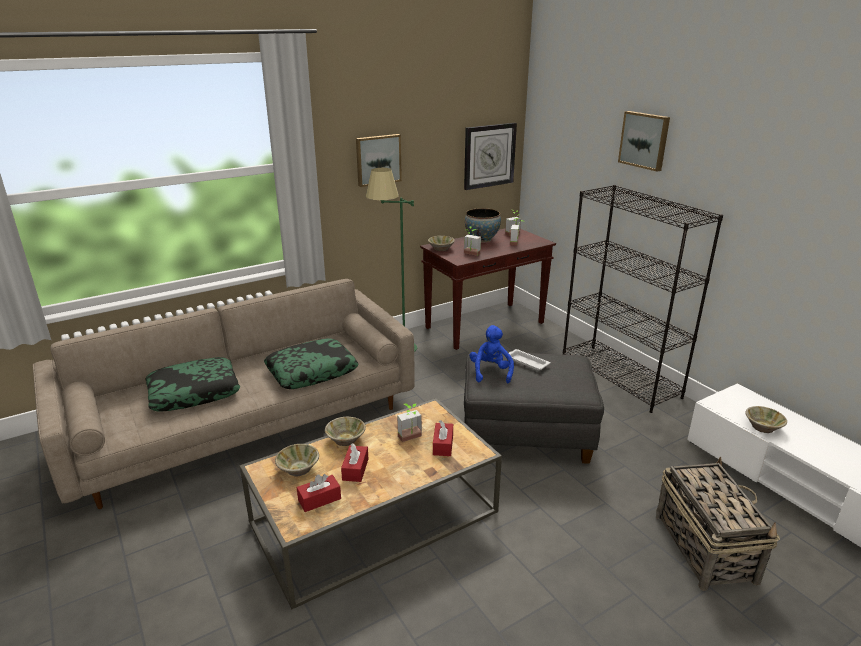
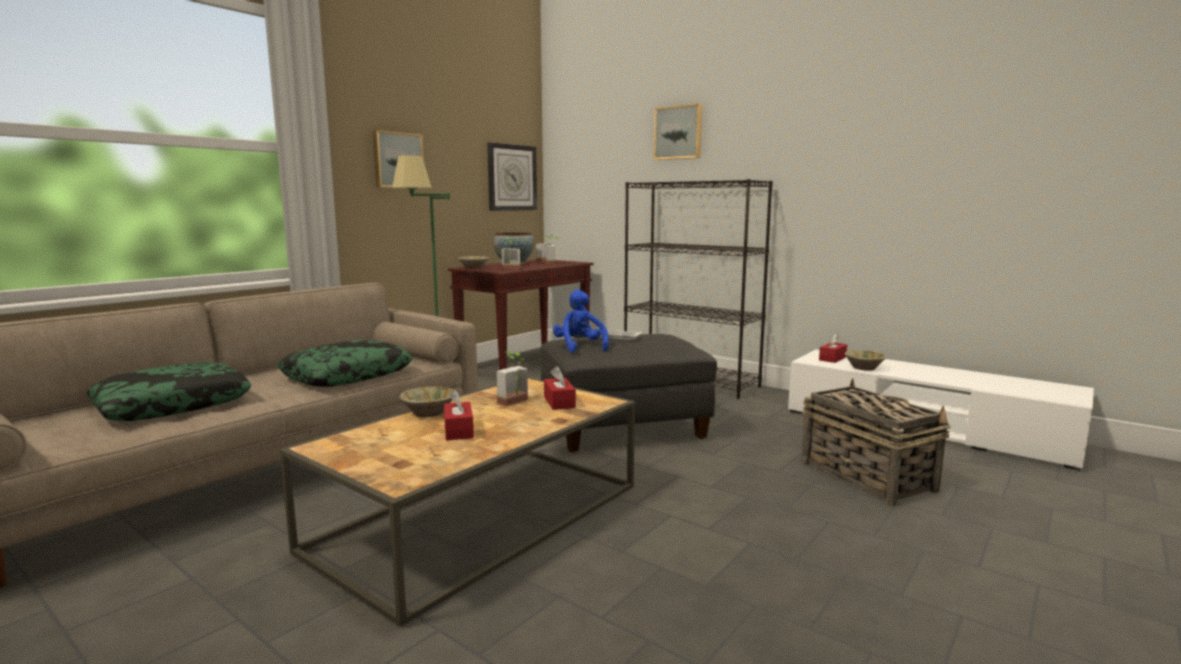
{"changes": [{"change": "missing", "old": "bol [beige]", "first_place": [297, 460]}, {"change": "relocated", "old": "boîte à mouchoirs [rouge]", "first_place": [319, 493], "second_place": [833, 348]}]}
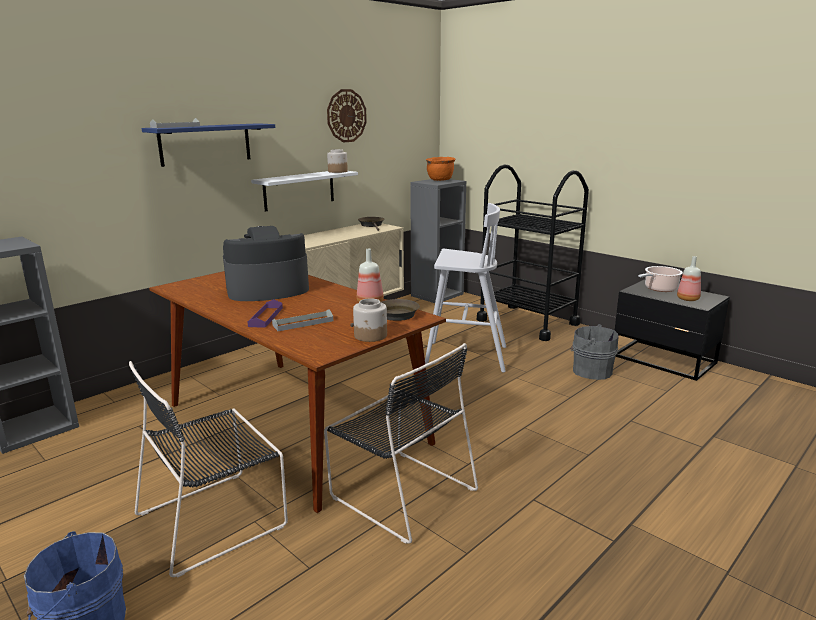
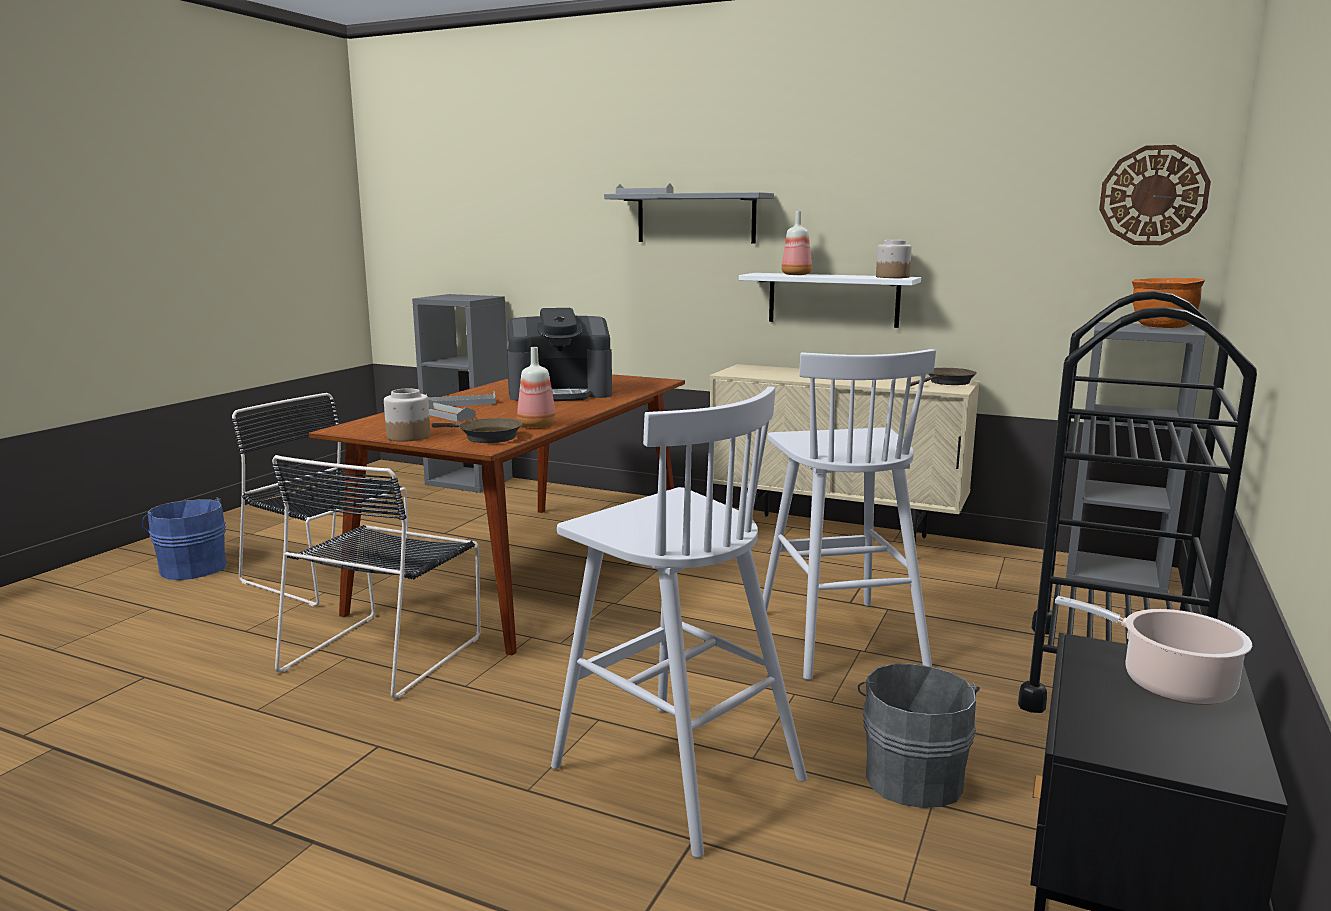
{"changes": [{"change": "appeared", "new": "tabouret [blanc]", "second_place": [679, 622]}, {"change": "relocated", "old": "horloge murale", "first_place": [347, 116], "second_place": [1155, 195]}, {"change": "relocated", "old": "bouteille", "first_place": [689, 278], "second_place": [797, 243]}, {"change": "colour", "old": "étagère [bleu]", "new": "étagère [gris]", "first_place": [208, 145], "second_place": [689, 217]}, {"change": "colour", "old": "plateau [violet]", "new": "plateau [gris]", "first_place": [265, 313], "second_place": [461, 398]}, {"change": "spun", "old": "machine à café", "first_place": [266, 263], "second_place": [559, 354], "degrees": 120}]}
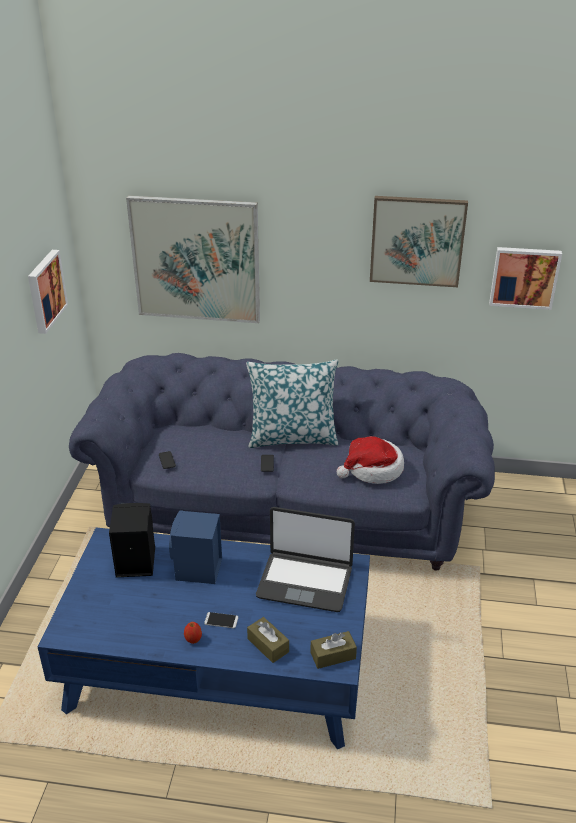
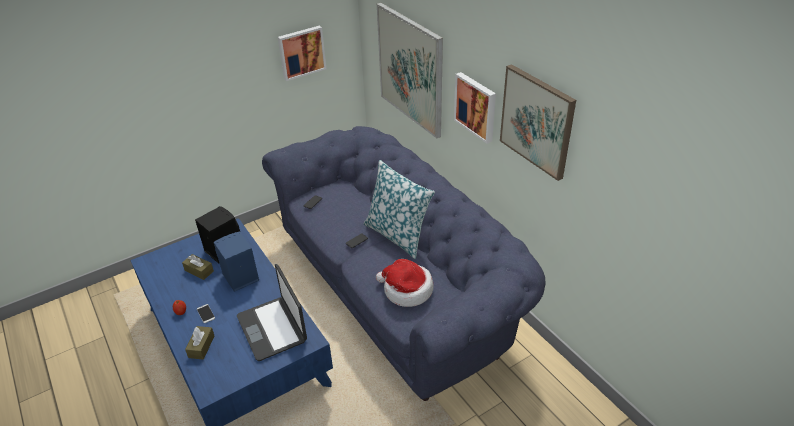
{"changes": [{"change": "relocated", "old": "boîte à mouchoirs [marron]", "first_place": [333, 650], "second_place": [198, 267]}, {"change": "relocated", "old": "tableau", "first_place": [525, 278], "second_place": [475, 108]}]}
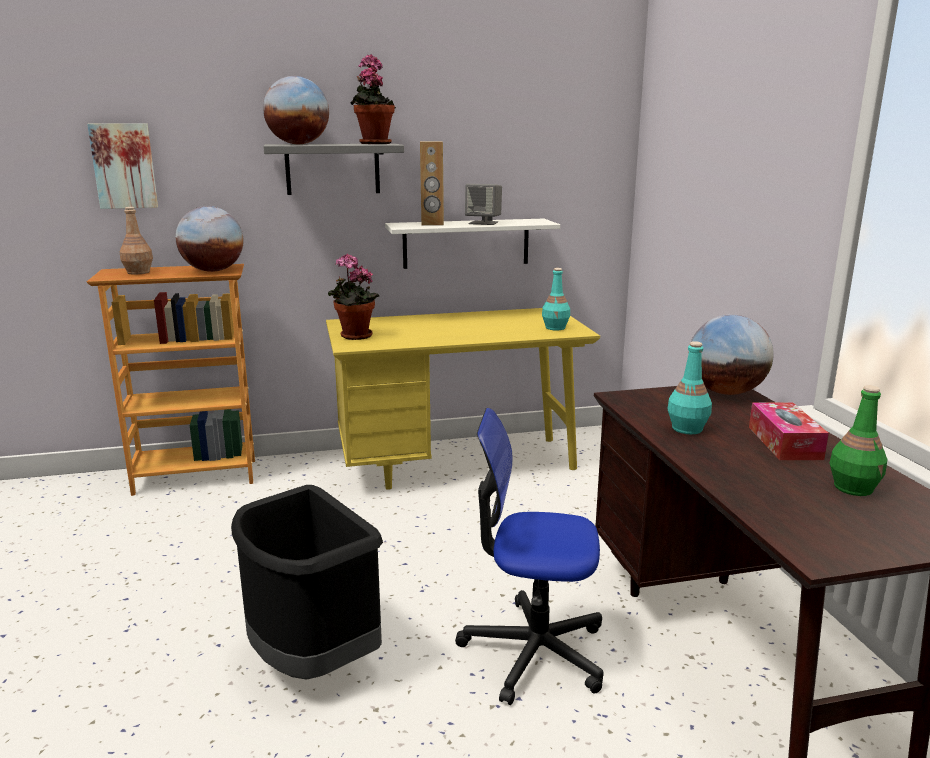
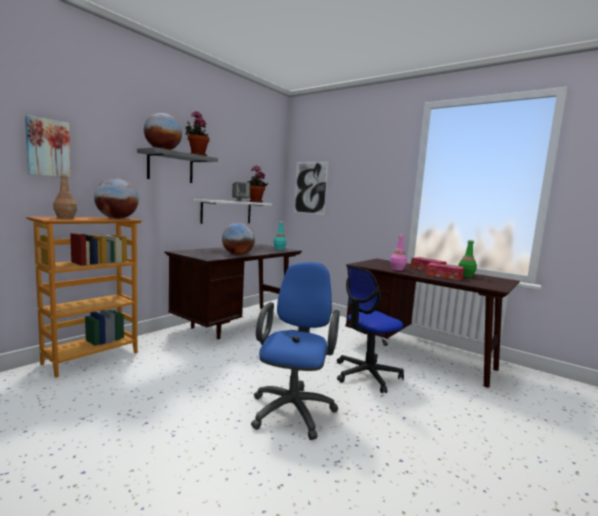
{"changes": [{"change": "missing", "old": "enceinte [marron]", "first_place": [432, 183]}, {"change": "appeared", "new": "tableau", "second_place": [311, 188]}, {"change": "appeared", "new": "boîte à mouchoirs", "second_place": [445, 271]}, {"change": "relocated", "old": "plante en pot", "first_place": [353, 297], "second_place": [257, 184]}, {"change": "relocated", "old": "globe", "first_place": [732, 354], "second_place": [238, 239]}, {"change": "exchanged", "old": "poubelle [noir]", "new": "chaise de bureau [bleu]", "first_place": [307, 582], "second_place": [295, 351]}, {"change": "colour", "old": "bureau [jaune]", "new": "bureau [marron]", "first_place": [463, 399], "second_place": [233, 291]}, {"change": "colour", "old": "bouteille [turquoise]", "new": "bouteille [rose]", "first_place": [689, 387], "second_place": [398, 253]}]}
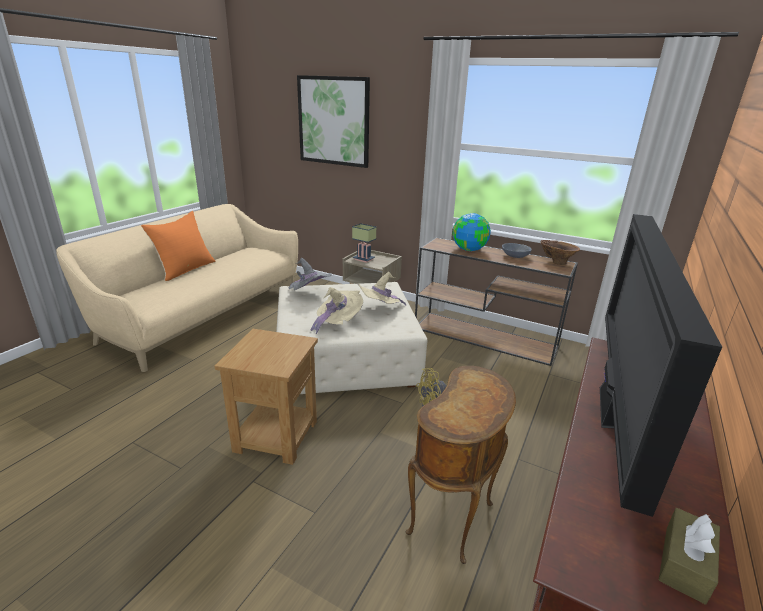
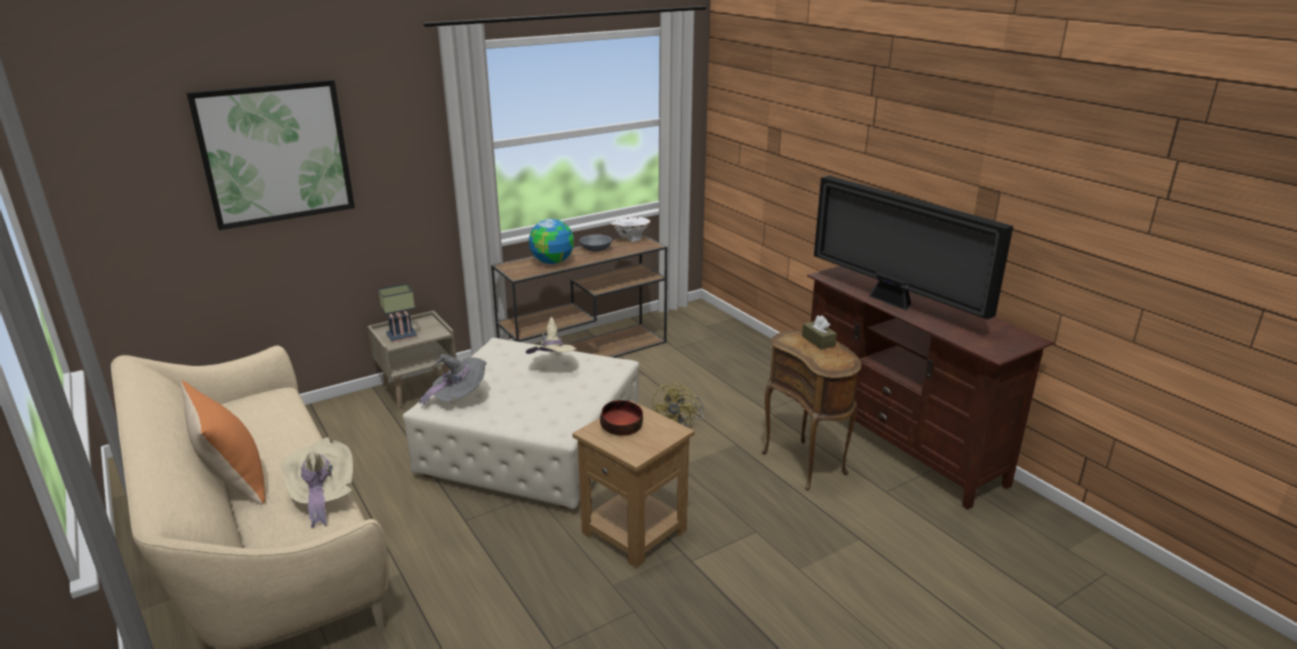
{"changes": [{"change": "appeared", "new": "bol", "second_place": [621, 418]}, {"change": "relocated", "old": "chapeau [beige]", "first_place": [337, 310], "second_place": [317, 482]}, {"change": "relocated", "old": "boîte à mouchoirs [marron]", "first_place": [689, 556], "second_place": [819, 332]}, {"change": "colour", "old": "vase [marron]", "new": "vase [blanc]", "first_place": [560, 252], "second_place": [630, 229]}]}
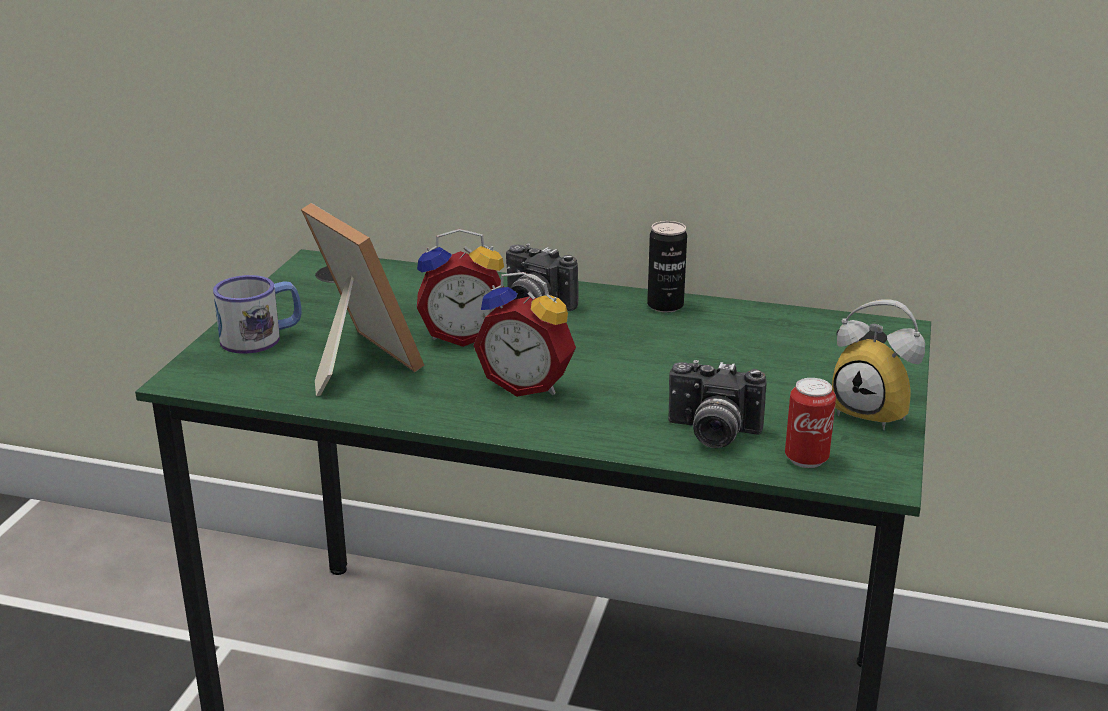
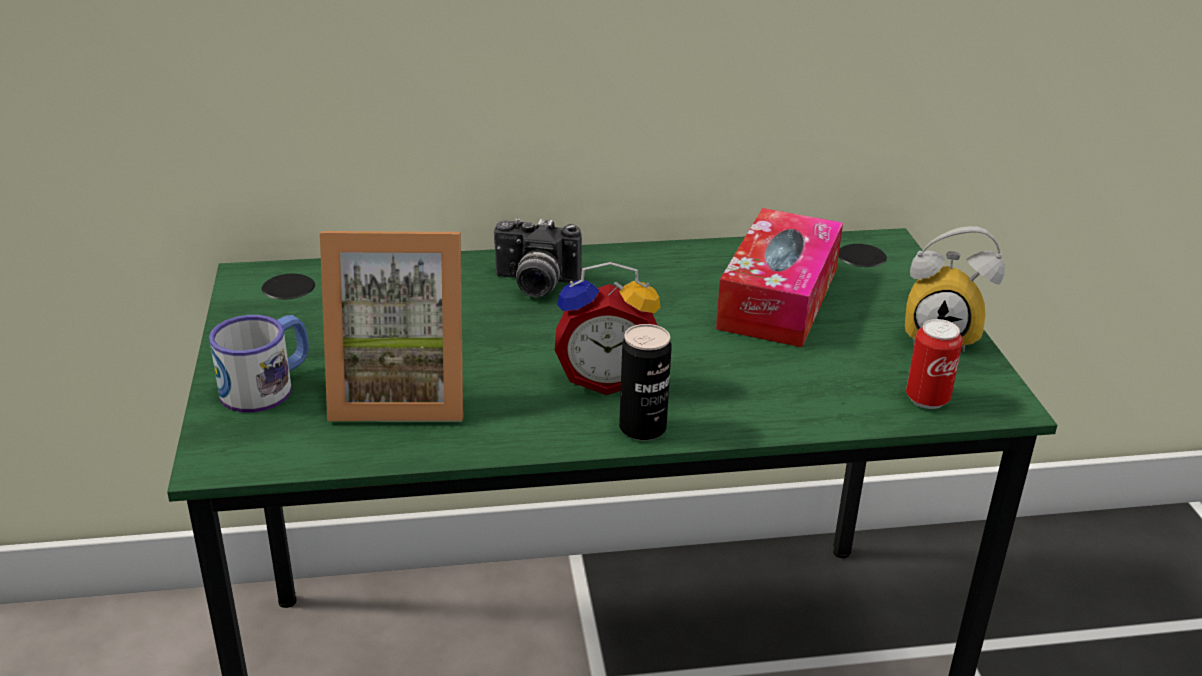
{"changes": [{"change": "missing", "old": "réveil", "first_place": [460, 288]}, {"change": "missing", "old": "appareil photo", "first_place": [717, 404]}, {"change": "appeared", "new": "boîte à mouchoirs", "second_place": [779, 277]}, {"change": "relocated", "old": "boîte métallique", "first_place": [667, 267], "second_place": [645, 382]}, {"change": "spun", "old": "cadre photo", "first_place": [362, 299], "second_place": [391, 326], "degrees": 150}]}
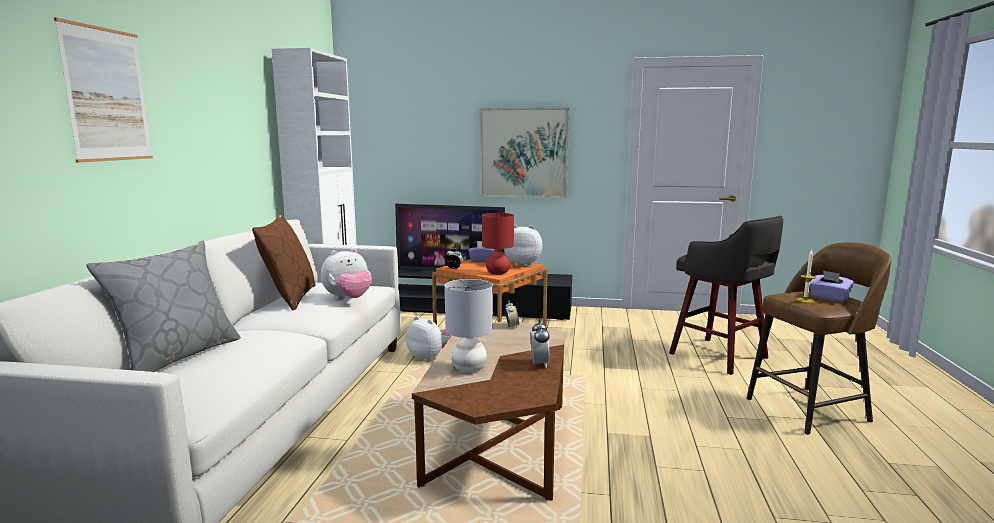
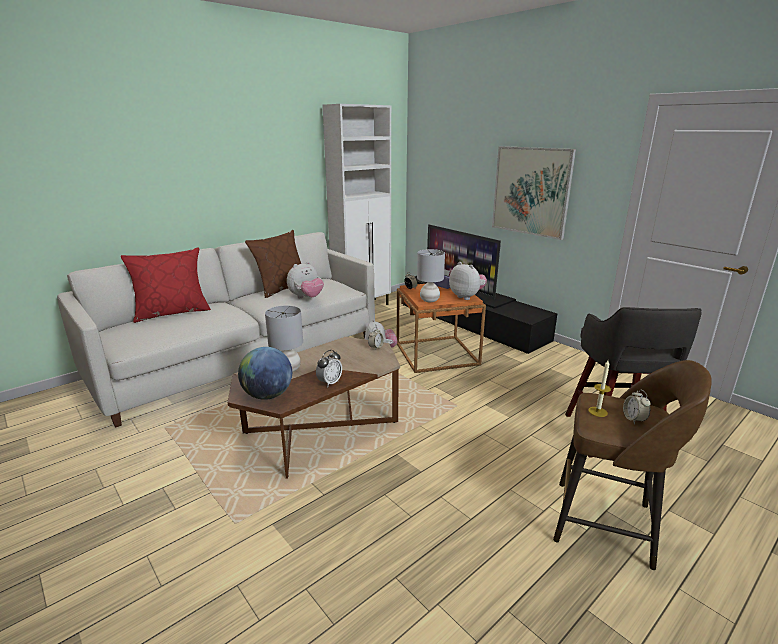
{"changes": [{"change": "missing", "old": "tableau", "first_place": [103, 90]}, {"change": "appeared", "new": "globe", "second_place": [265, 373]}, {"change": "exchanged", "old": "boîte à mouchoirs [violet]", "new": "réveil", "first_place": [832, 286], "second_place": [636, 407]}, {"change": "colour", "old": "coussin [gris]", "new": "coussin [rouge]", "first_place": [163, 306], "second_place": [166, 285]}, {"change": "colour", "old": "lampe de table [rouge]", "new": "lampe de table [gris]", "first_place": [498, 244], "second_place": [431, 275]}, {"change": "spun", "old": "peluche", "first_place": [346, 274], "second_place": [305, 279], "degrees": -45}]}
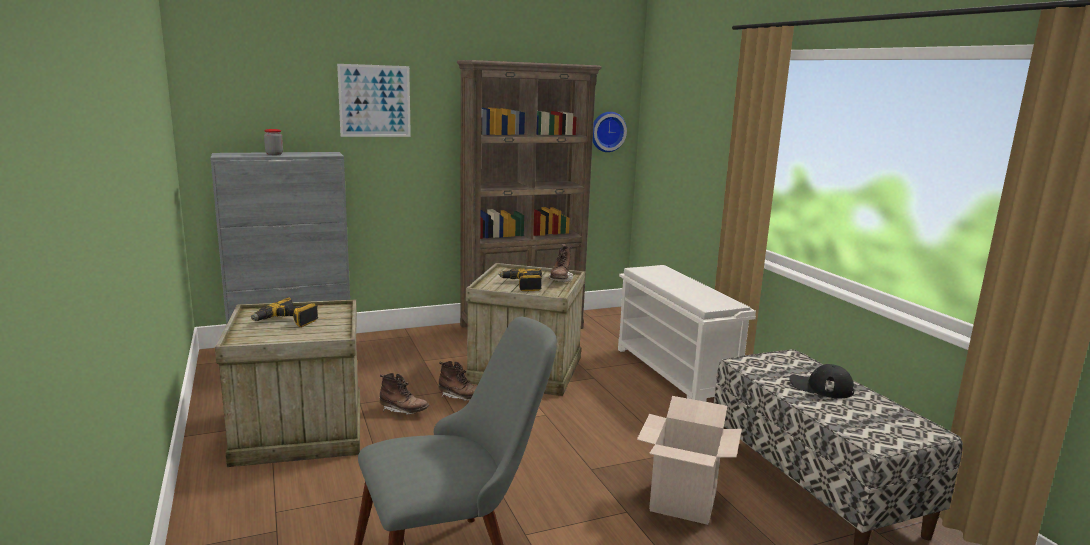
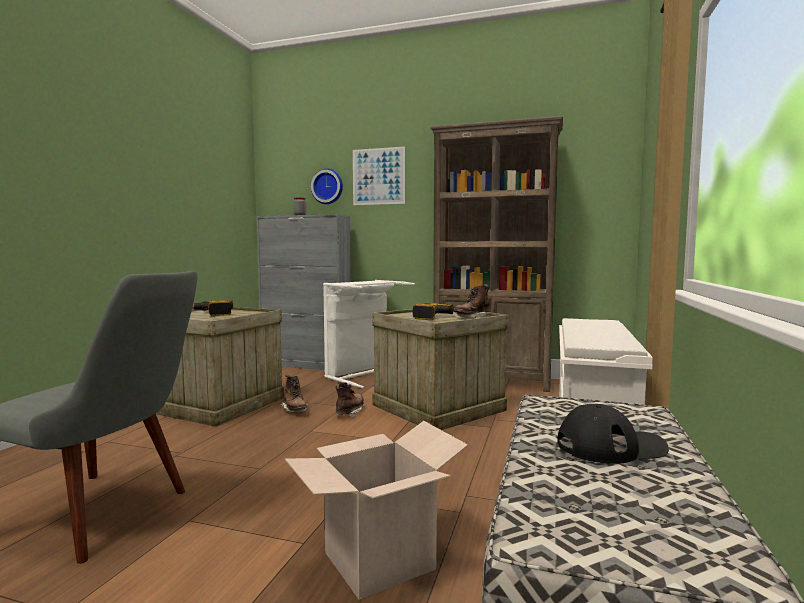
{"changes": [{"change": "appeared", "new": "panier à linge [blanc]", "second_place": [369, 334]}, {"change": "relocated", "old": "horloge murale", "first_place": [610, 132], "second_place": [327, 186]}, {"change": "spun", "old": "botte [marron]", "first_place": [458, 381], "second_place": [350, 400], "degrees": -135}, {"change": "spun", "old": "casquette [noir]", "first_place": [821, 381], "second_place": [613, 434], "degrees": 105}]}
